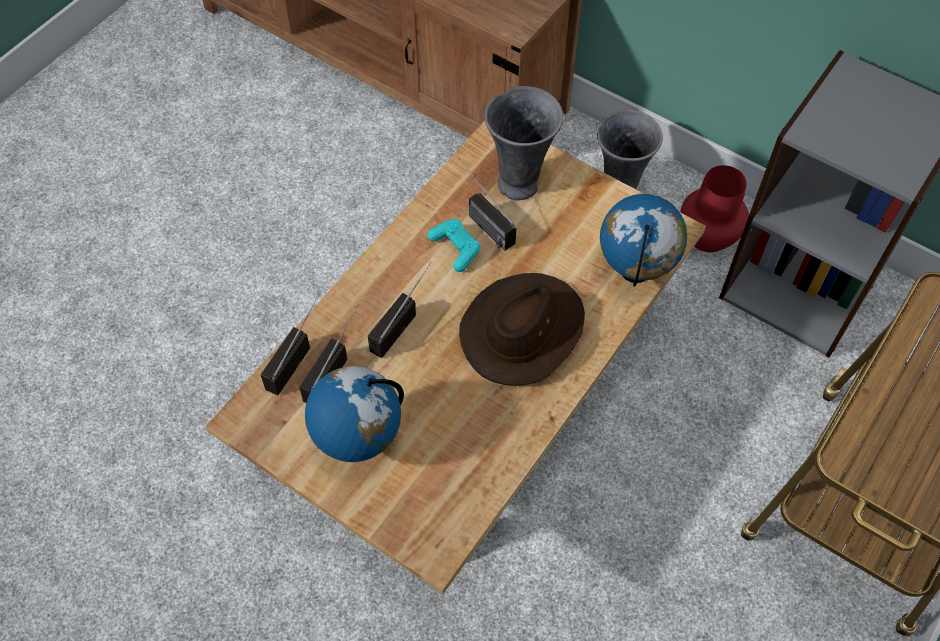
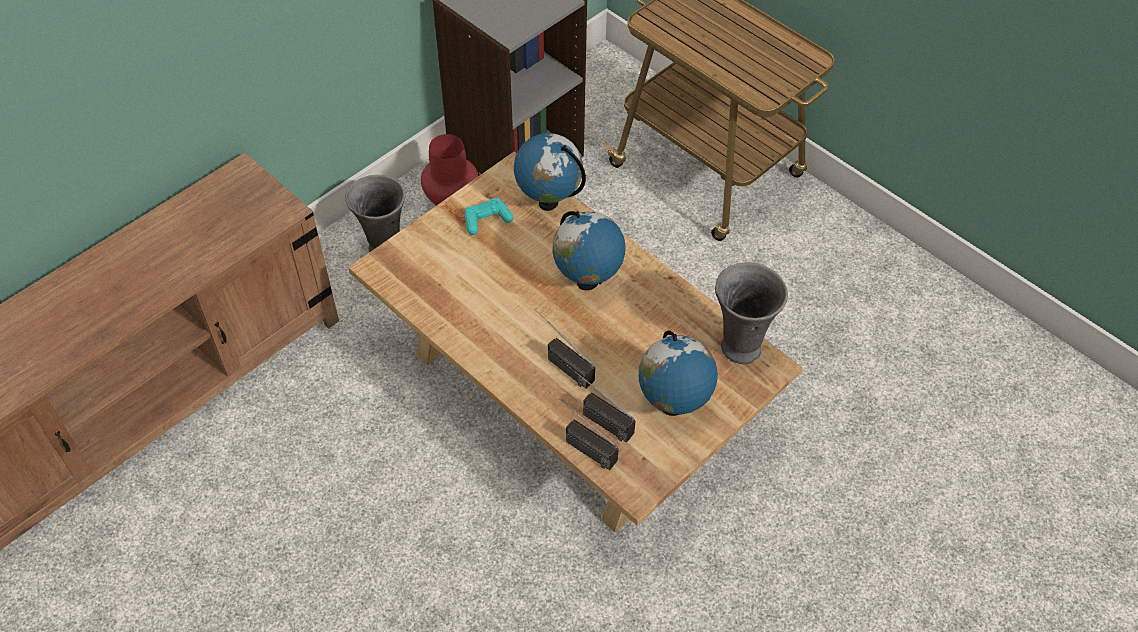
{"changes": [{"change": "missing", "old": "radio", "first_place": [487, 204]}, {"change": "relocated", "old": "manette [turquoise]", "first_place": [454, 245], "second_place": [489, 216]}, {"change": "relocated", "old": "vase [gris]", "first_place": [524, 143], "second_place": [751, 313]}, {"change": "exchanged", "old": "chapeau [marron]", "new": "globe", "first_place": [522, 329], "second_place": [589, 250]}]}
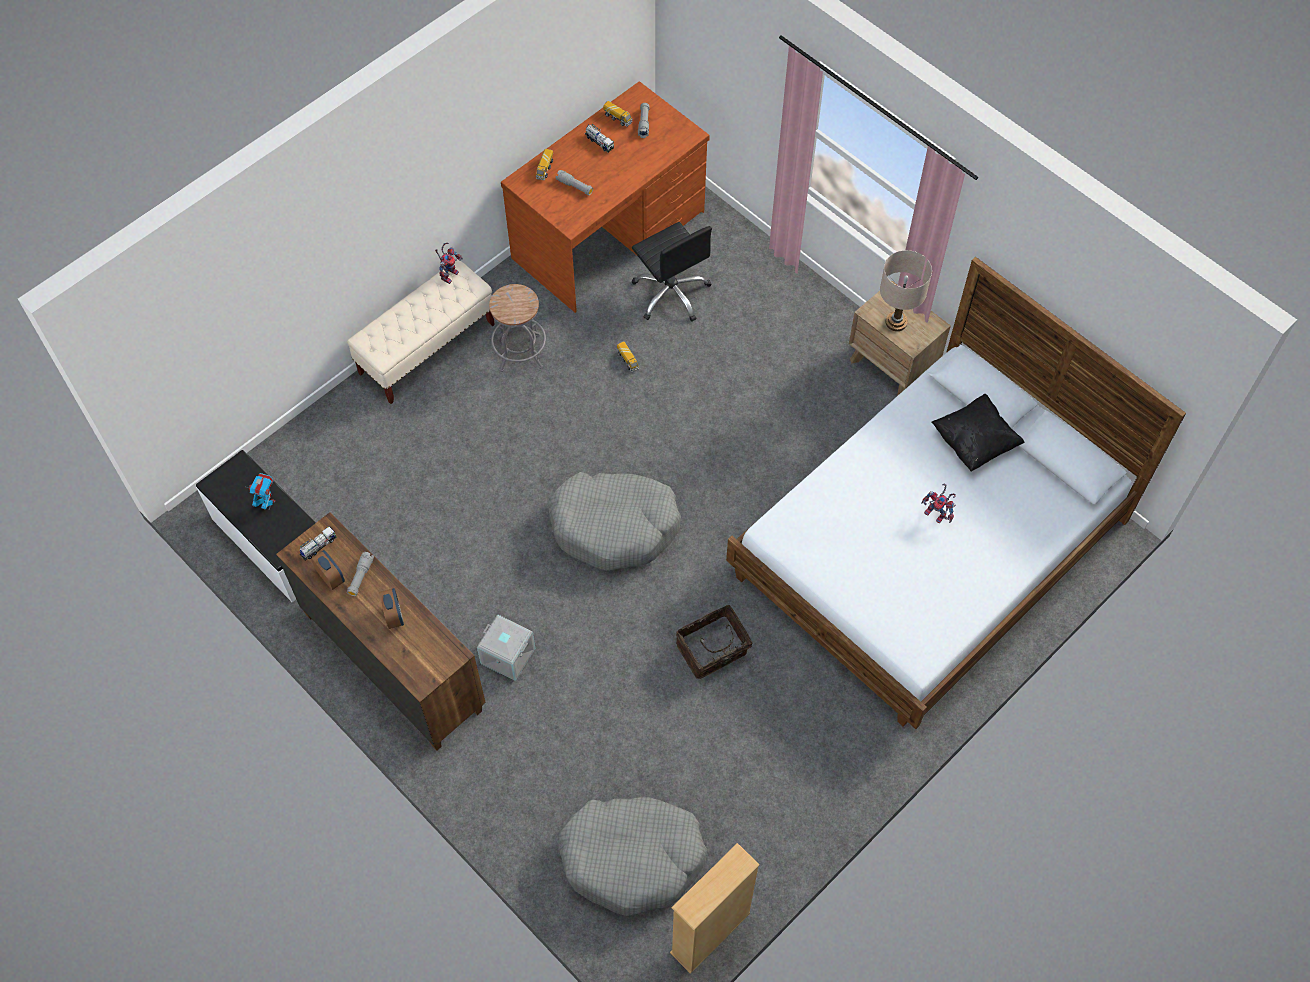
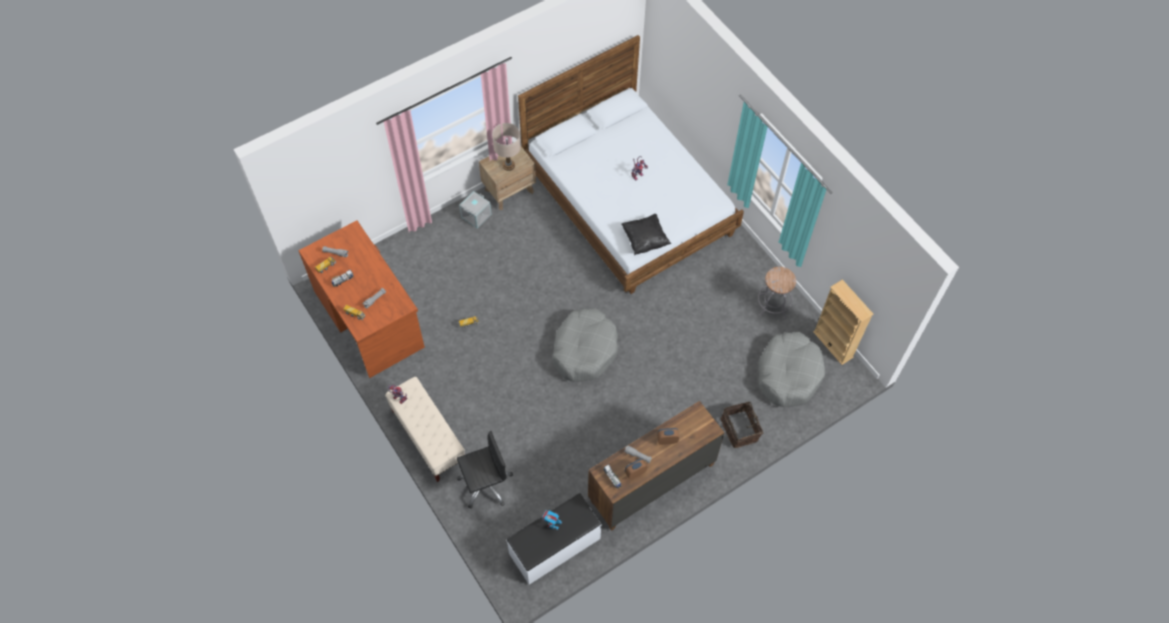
{"changes": [{"change": "relocated", "old": "boîte de rangement [gris]", "first_place": [506, 647], "second_place": [475, 210]}, {"change": "relocated", "old": "tabouret [gris]", "first_place": [517, 328], "second_place": [777, 293]}, {"change": "relocated", "old": "chaise de bureau [noir]", "first_place": [672, 272], "second_place": [485, 470]}, {"change": "relocated", "old": "panier", "first_place": [714, 642], "second_place": [742, 425]}, {"change": "relocated", "old": "coussin [noir]", "first_place": [978, 433], "second_place": [646, 234]}]}
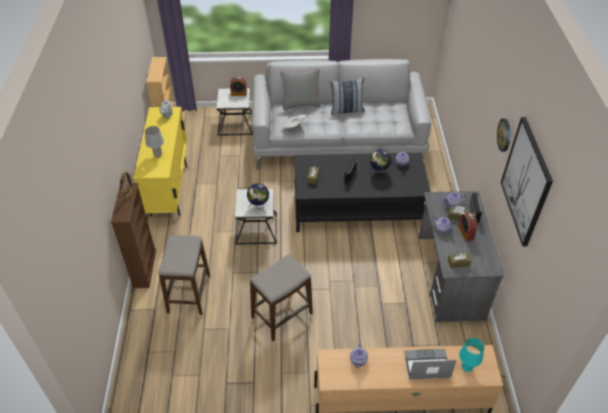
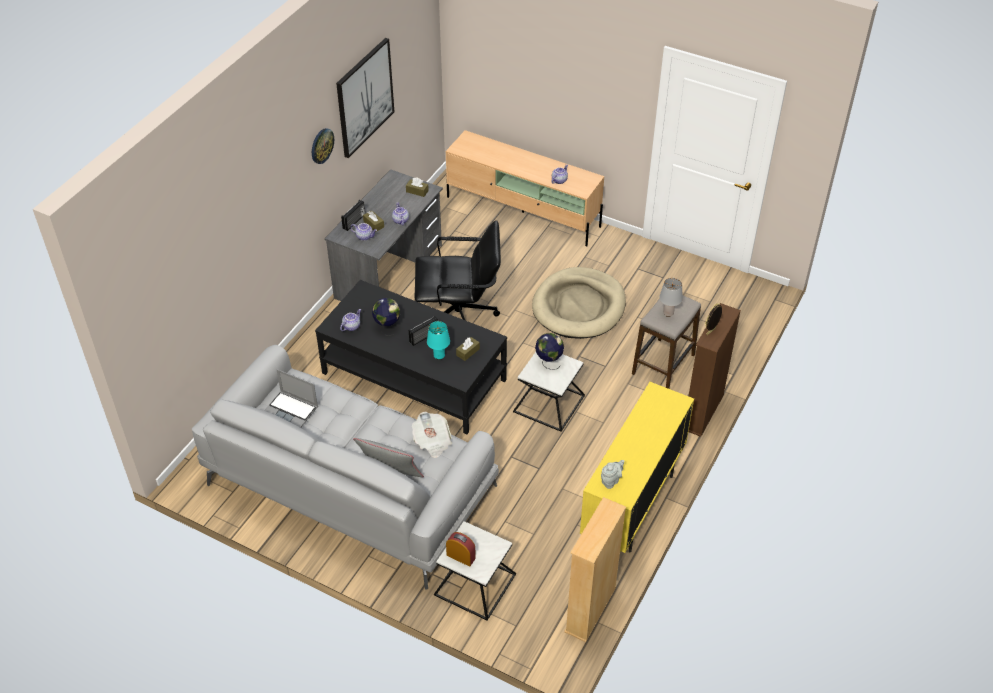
{"changes": [{"change": "missing", "old": "coussin", "first_place": [347, 96]}, {"change": "missing", "old": "réveil", "first_place": [467, 227]}, {"change": "appeared", "new": "chaise de bureau [noir]", "second_place": [458, 270]}, {"change": "relocated", "old": "lampe de table [gris]", "first_place": [154, 141], "second_place": [671, 297]}, {"change": "relocated", "old": "ordinateur portable", "first_place": [430, 364], "second_place": [291, 398]}, {"change": "relocated", "old": "lampe de table [turquoise]", "first_place": [471, 355], "second_place": [438, 340]}, {"change": "exchanged", "old": "tabouret", "new": "panier pour chien [beige]", "first_place": [281, 297], "second_place": [579, 303]}]}
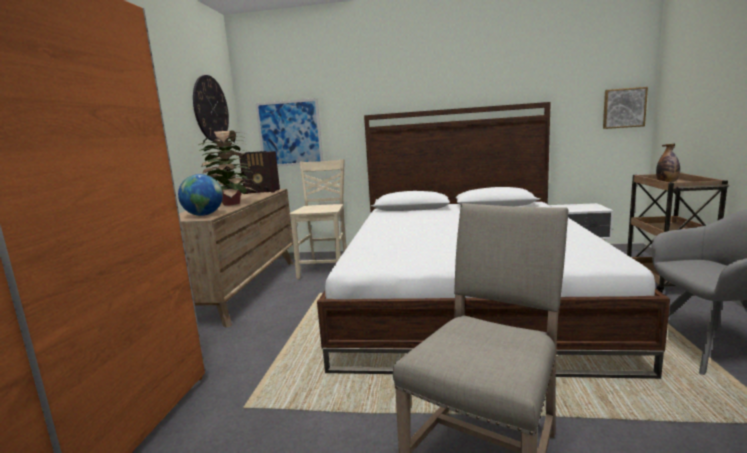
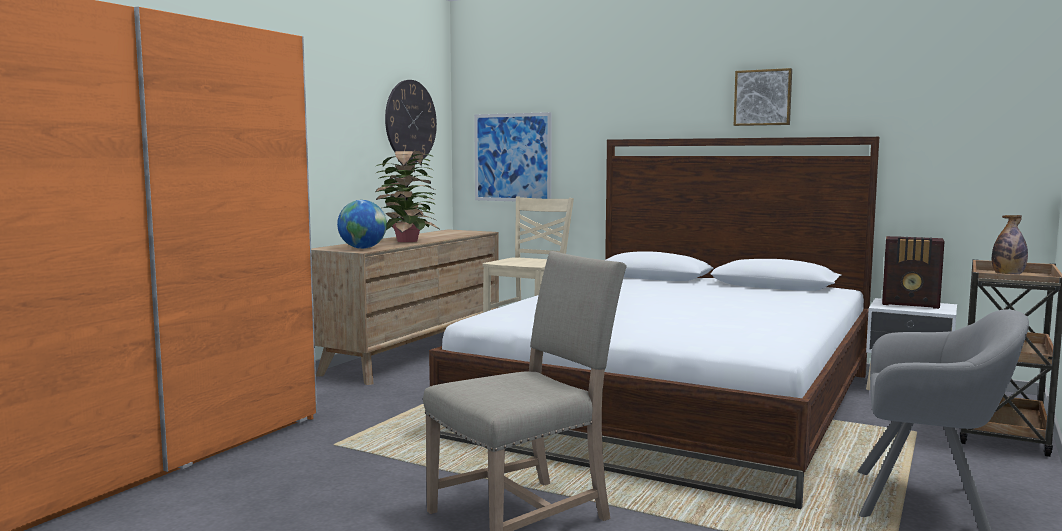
{"changes": [{"change": "relocated", "old": "radio", "first_place": [259, 172], "second_place": [913, 272]}, {"change": "relocated", "old": "tableau", "first_place": [625, 108], "second_place": [763, 97]}]}
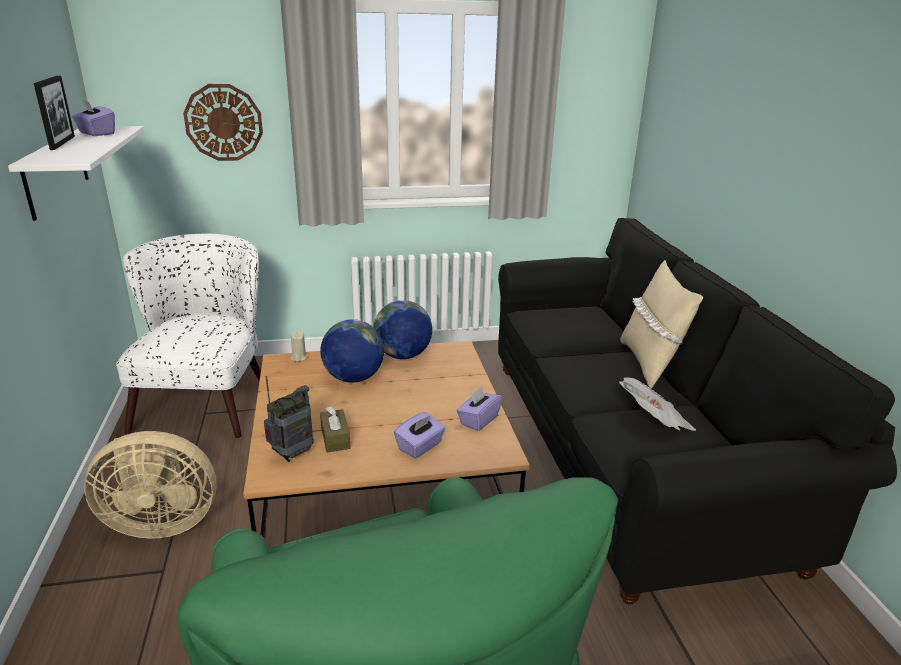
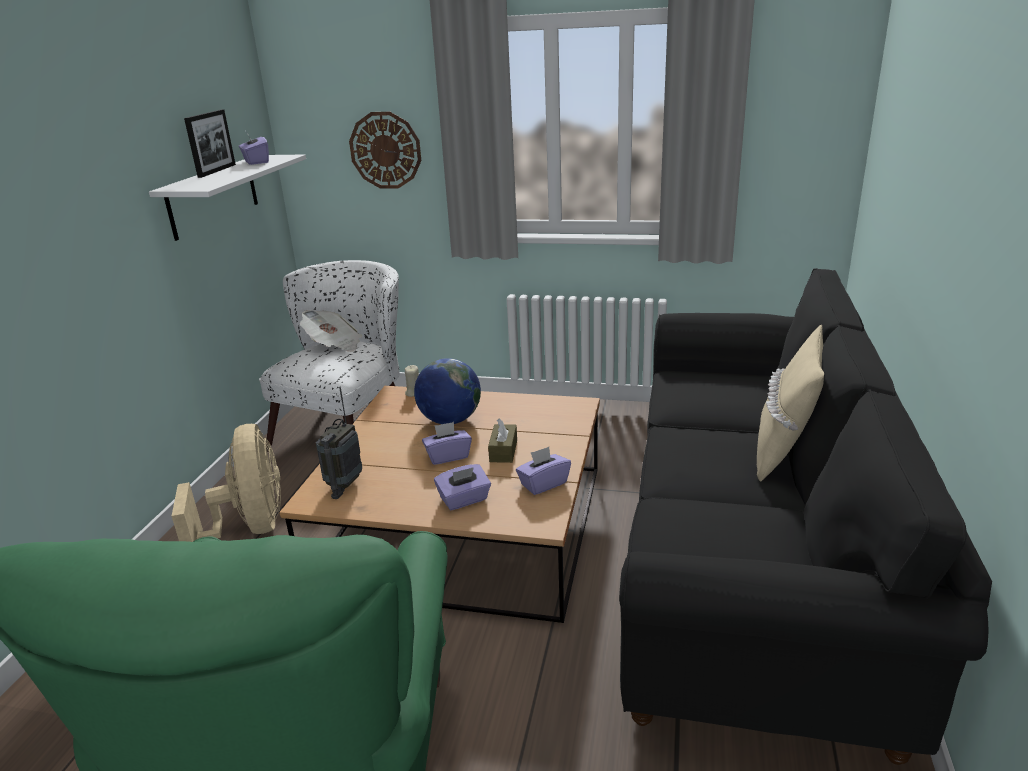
{"changes": [{"change": "missing", "old": "globe", "first_place": [402, 329]}, {"change": "appeared", "new": "boîte à mouchoirs [violet]", "second_place": [447, 443]}, {"change": "relocated", "old": "boîte à mouchoirs [marron]", "first_place": [335, 429], "second_place": [502, 440]}, {"change": "relocated", "old": "journal", "first_place": [657, 404], "second_place": [331, 331]}, {"change": "spun", "old": "ventilateur [beige]", "first_place": [150, 485], "second_place": [226, 483], "degrees": -120}, {"change": "spun", "old": "radio", "first_place": [289, 419], "second_place": [339, 443], "degrees": 135}]}
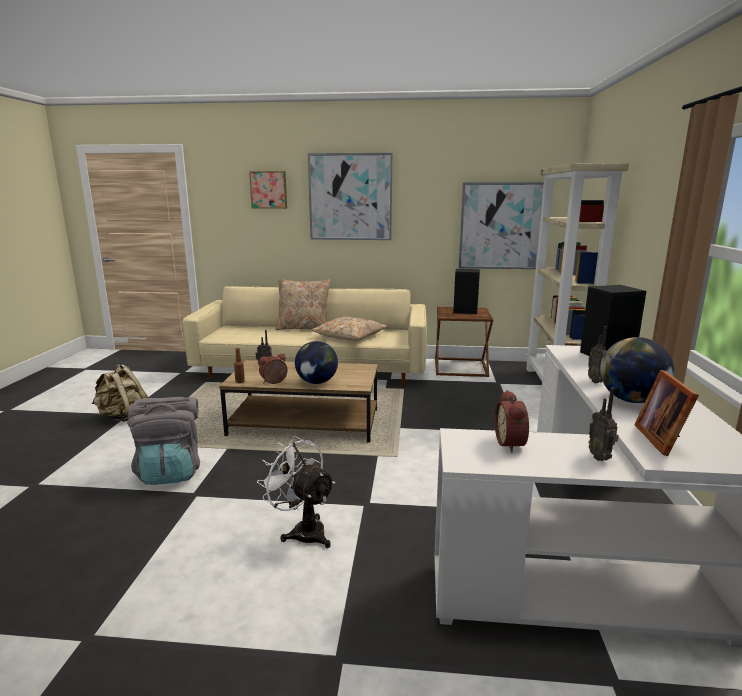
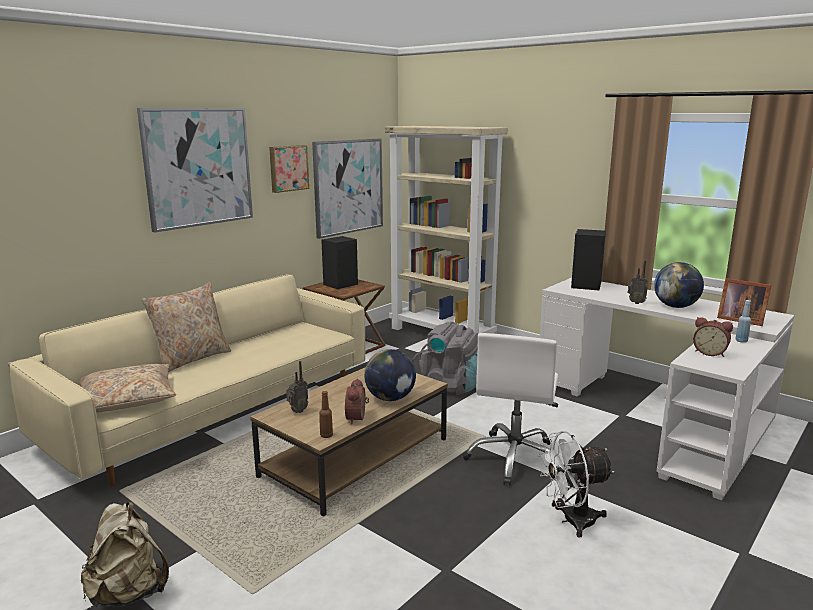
{"changes": [{"change": "appeared", "new": "chaise de bureau [blanc]", "second_place": [513, 409]}, {"change": "relocated", "old": "sac à dos [gris]", "first_place": [163, 441], "second_place": [445, 358]}, {"change": "relocated", "old": "tableau", "first_place": [268, 190], "second_place": [289, 169]}, {"change": "relocated", "old": "coussin [beige]", "first_place": [349, 329], "second_place": [128, 388]}, {"change": "exchanged", "old": "radio", "new": "bouteille [bleu]", "first_place": [603, 424], "second_place": [743, 321]}]}
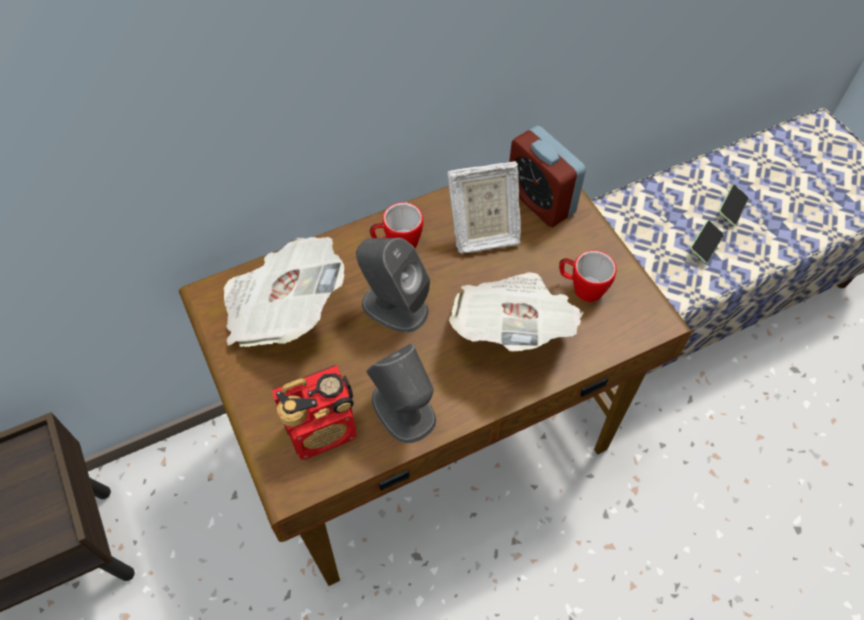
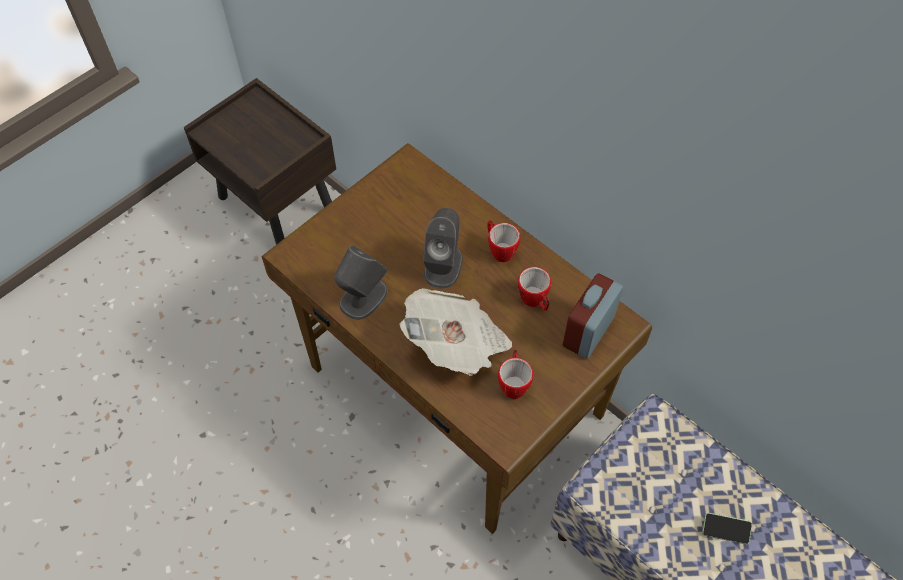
{"changes": [{"change": "missing", "old": "journal", "first_place": [283, 292]}, {"change": "missing", "old": "radio", "first_place": [314, 412]}, {"change": "missing", "old": "téléphone", "first_place": [707, 241]}, {"change": "exchanged", "old": "cadre photo", "new": "mug", "first_place": [484, 207], "second_place": [534, 288]}]}
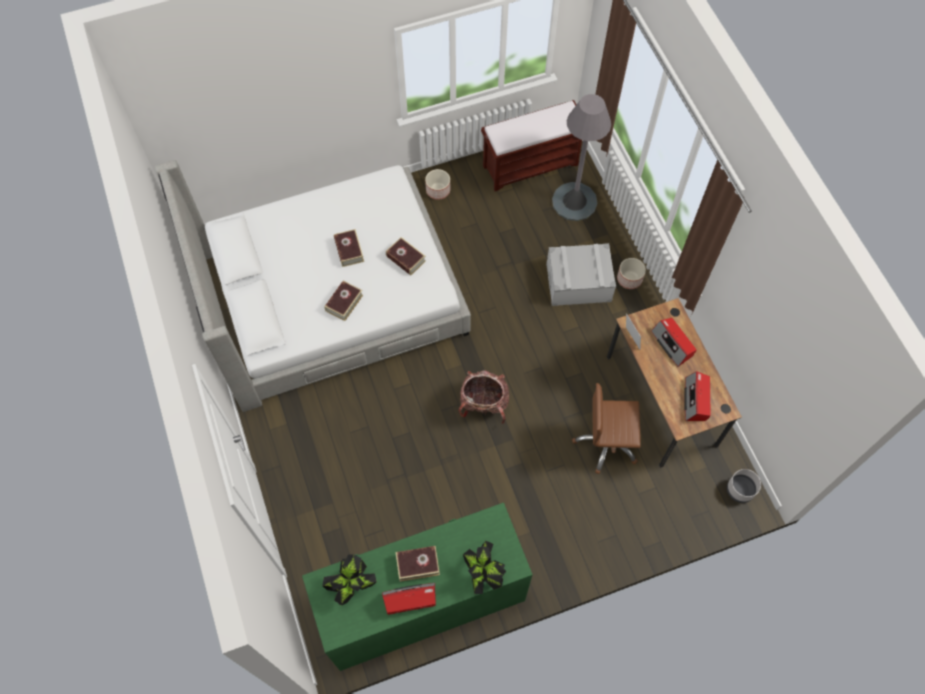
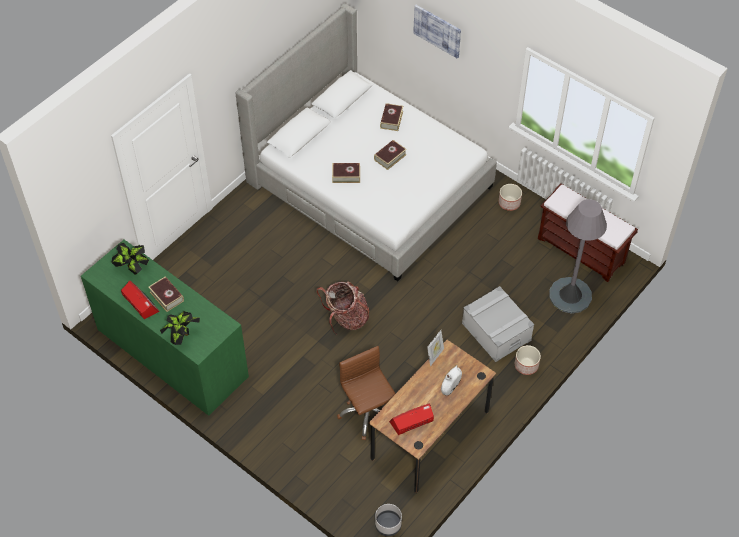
{"changes": [{"change": "appeared", "new": "tableau", "second_place": [437, 32]}, {"change": "relocated", "old": "livre", "first_place": [406, 256], "second_place": [391, 117]}, {"change": "exchanged", "old": "radio", "new": "vase [blanc]", "first_place": [673, 342], "second_place": [451, 380]}]}
